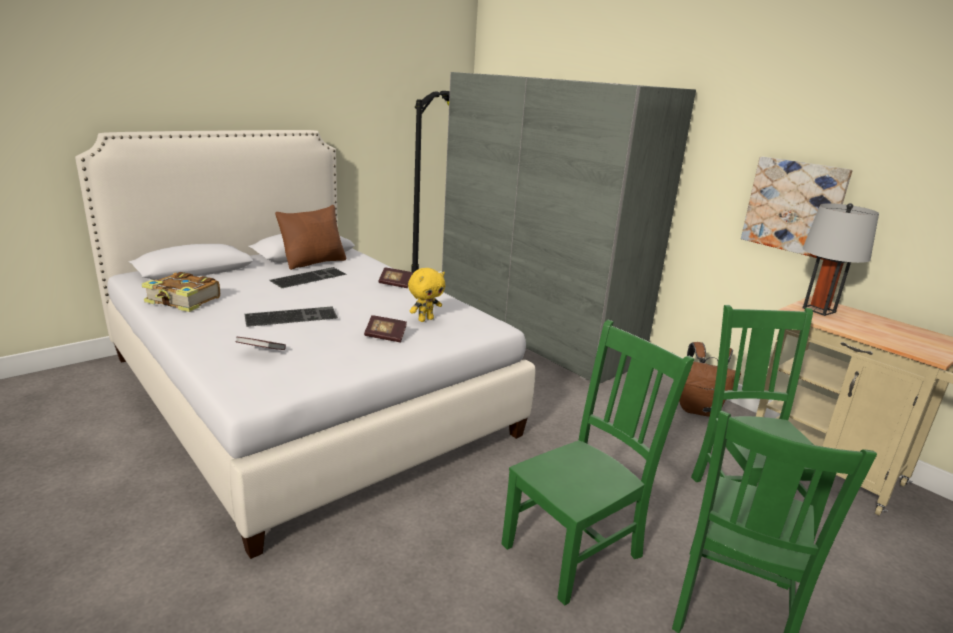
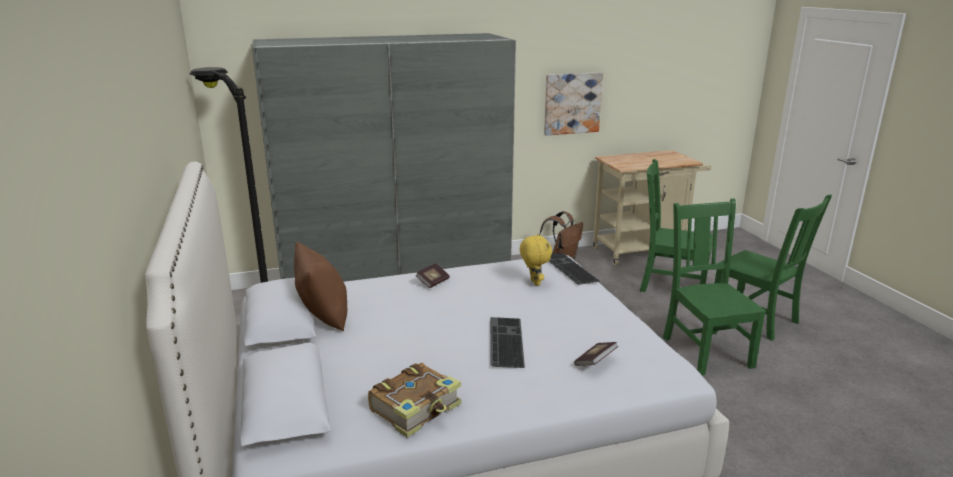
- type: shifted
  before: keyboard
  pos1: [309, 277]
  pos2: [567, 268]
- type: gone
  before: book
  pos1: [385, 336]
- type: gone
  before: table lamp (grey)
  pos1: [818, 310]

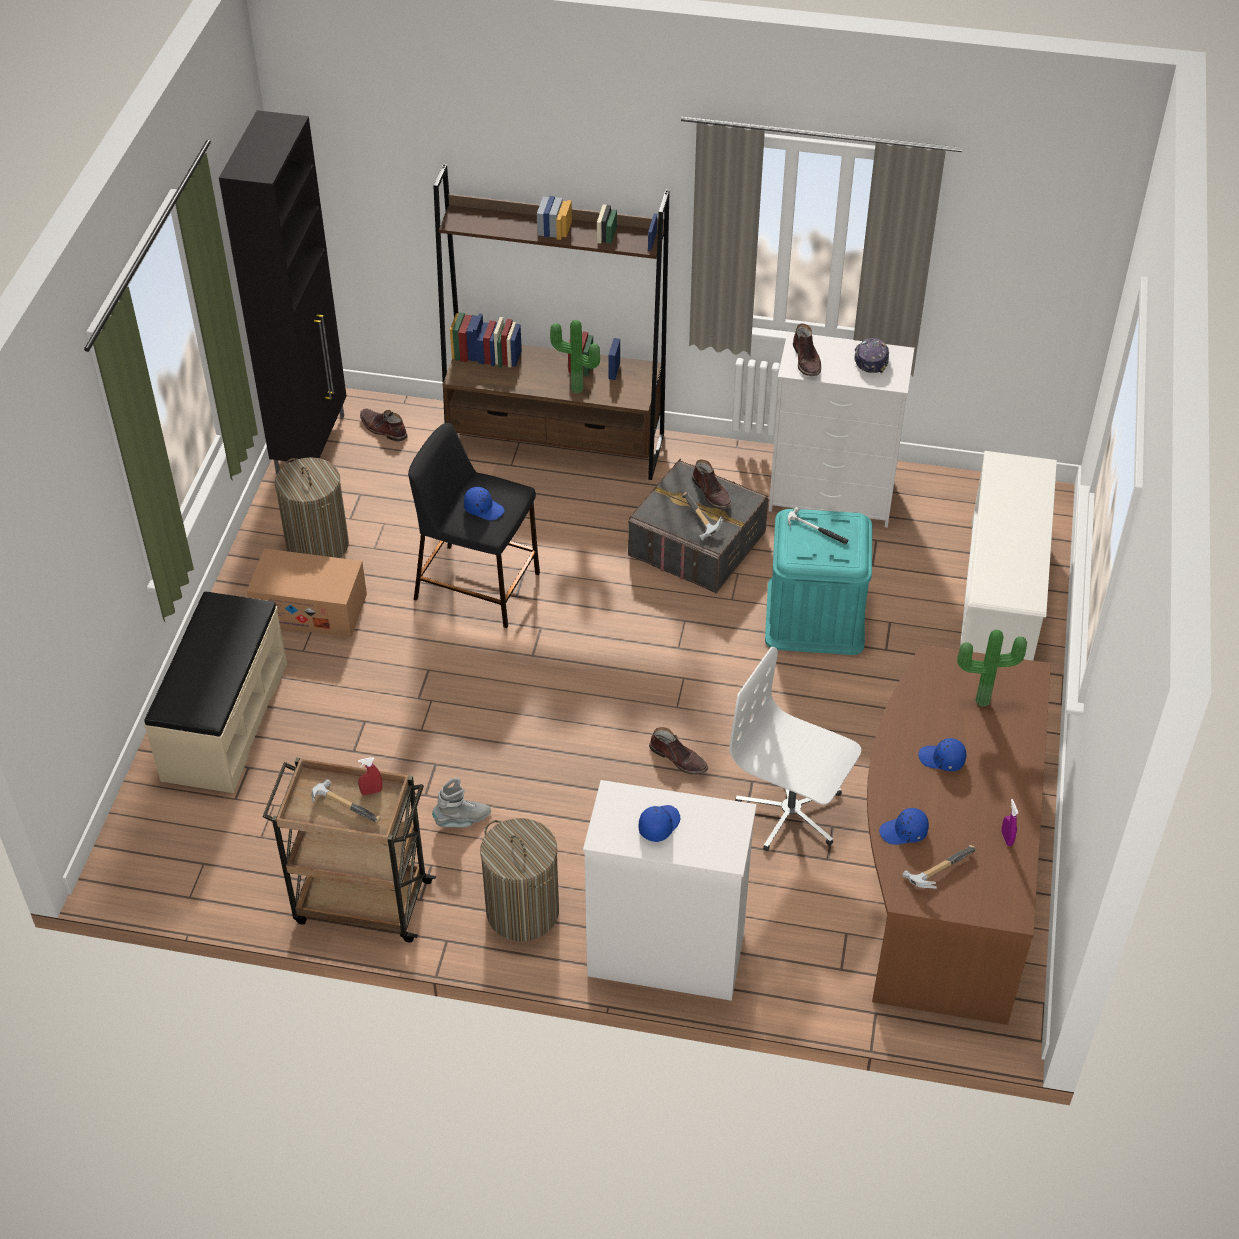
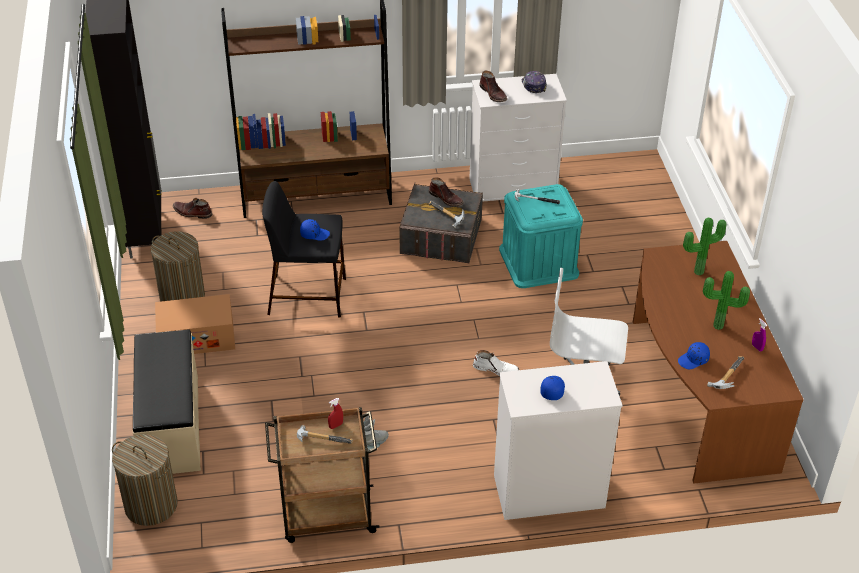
- type: shifted
  before: laundry basket
  pos1: [522, 911]
  pos2: [151, 505]
- type: repainted
  before: boot (brown)
  after: boot (white)
  pos1: [679, 758]
  pos2: [496, 369]
- type: shifted
  before: potted plant
  pos1: [576, 391]
  pos2: [718, 327]
- type: gone
  before: cap (blue)
  pos1: [942, 759]
- type: gone
  before: shoe rack (white)
  pos1: [999, 599]

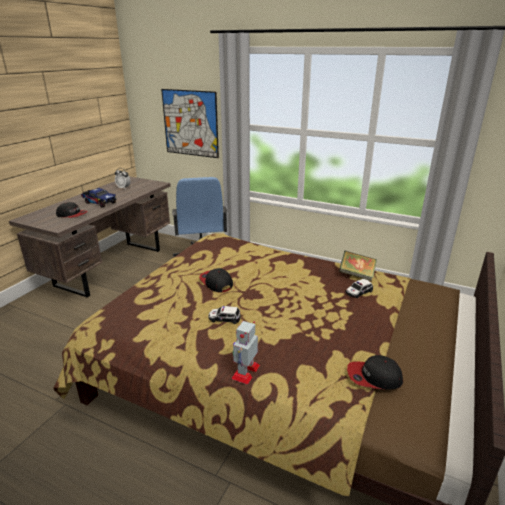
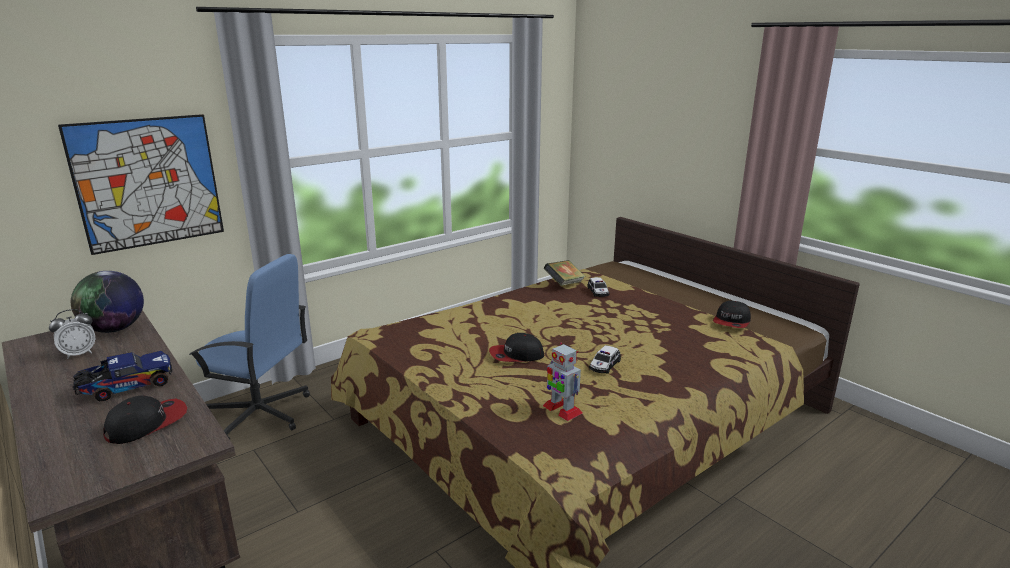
- type: new
  after: globe
  pos2: [115, 329]
- type: shifted
  before: toy robot
  pos1: [245, 371]
  pos2: [561, 409]

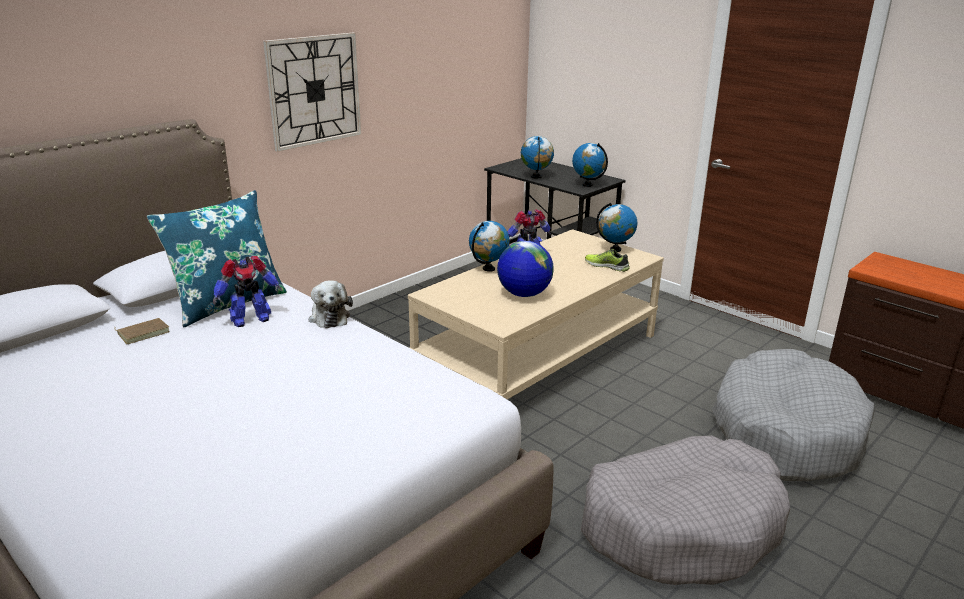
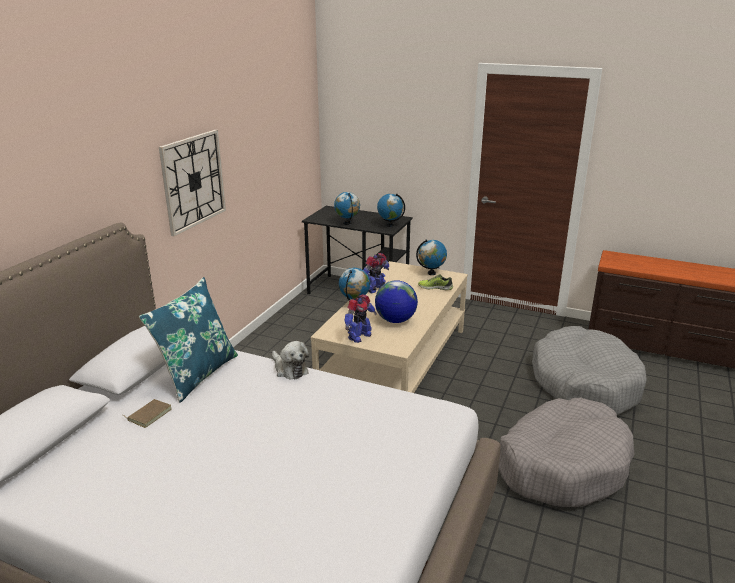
- type: shifted
  before: toy robot
  pos1: [250, 319]
  pos2: [359, 337]

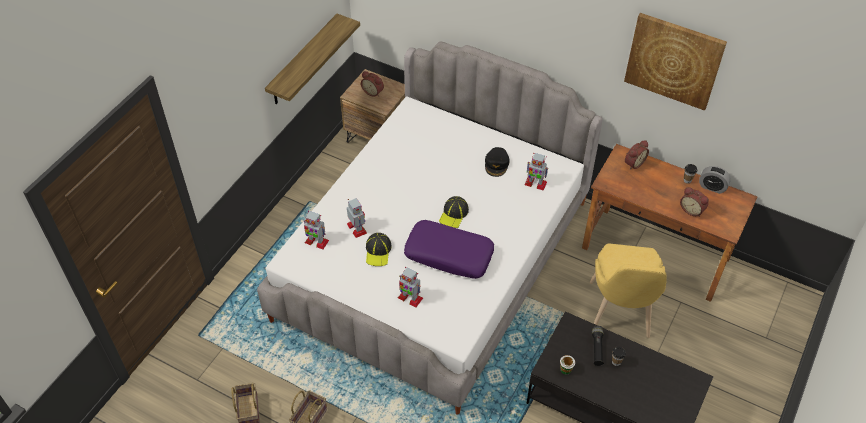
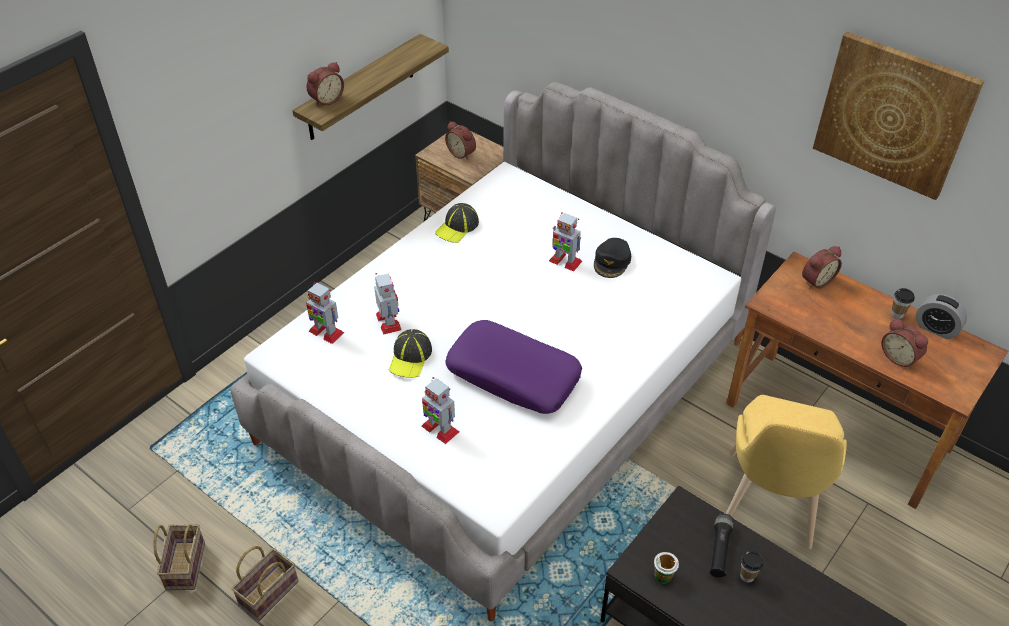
- type: new
  after: alarm clock
  pos2: [326, 99]
- type: shifted
  before: cap
  pos1: [454, 214]
  pos2: [457, 227]
- type: shifted
  before: toy robot
  pos1: [535, 183]
  pos2: [564, 261]

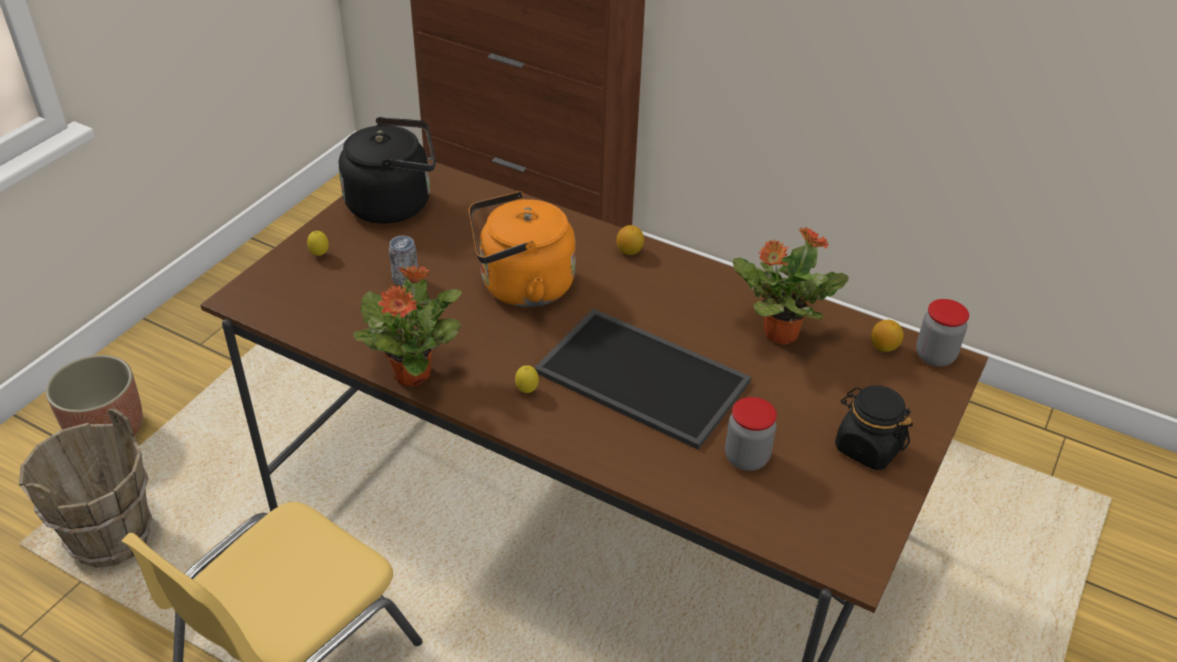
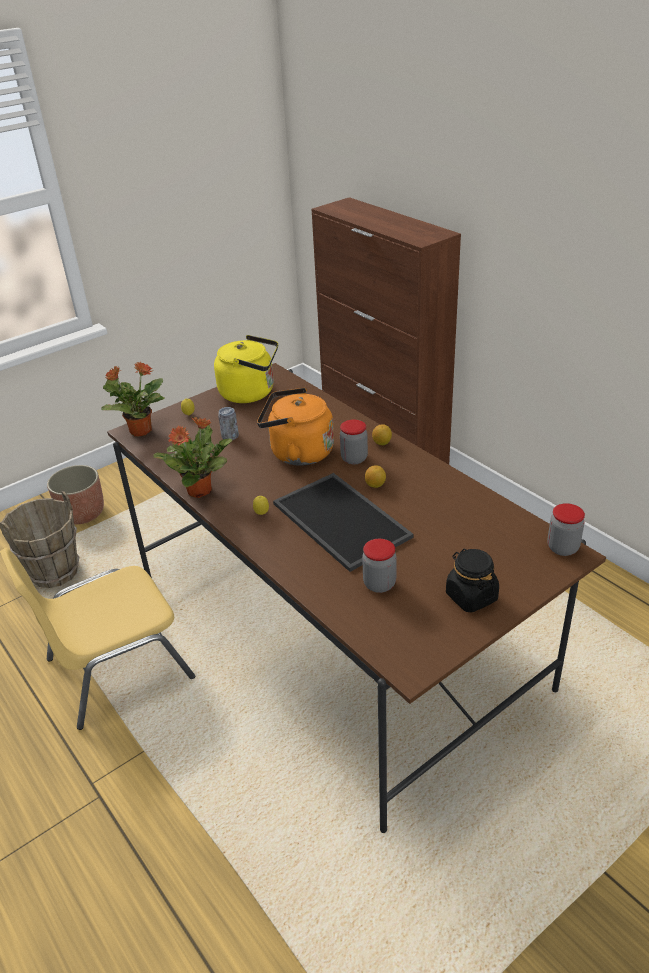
- type: shifted
  before: potted plant
  pos1: [779, 333]
  pos2: [140, 430]
- type: repainted
  before: kettle (black)
  after: kettle (yellow)
  pos1: [395, 204]
  pos2: [251, 393]
- type: new
  after: jar
  pos2: [354, 458]
- type: shifted
  before: lemon
  pos1: [884, 347]
  pos2: [375, 485]

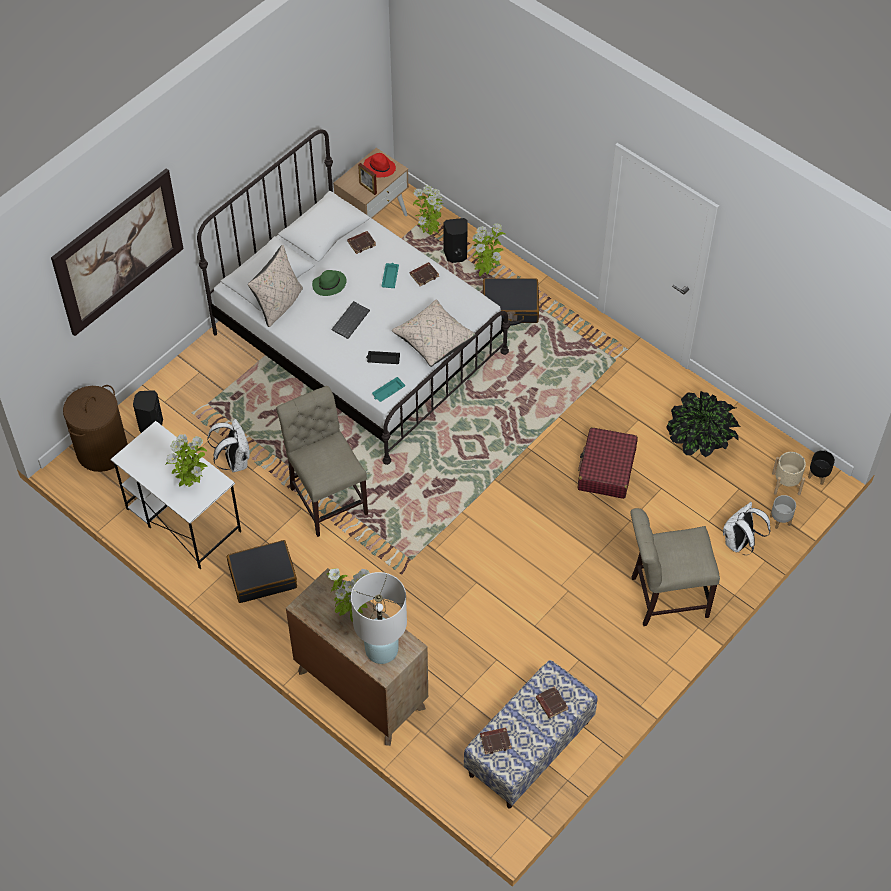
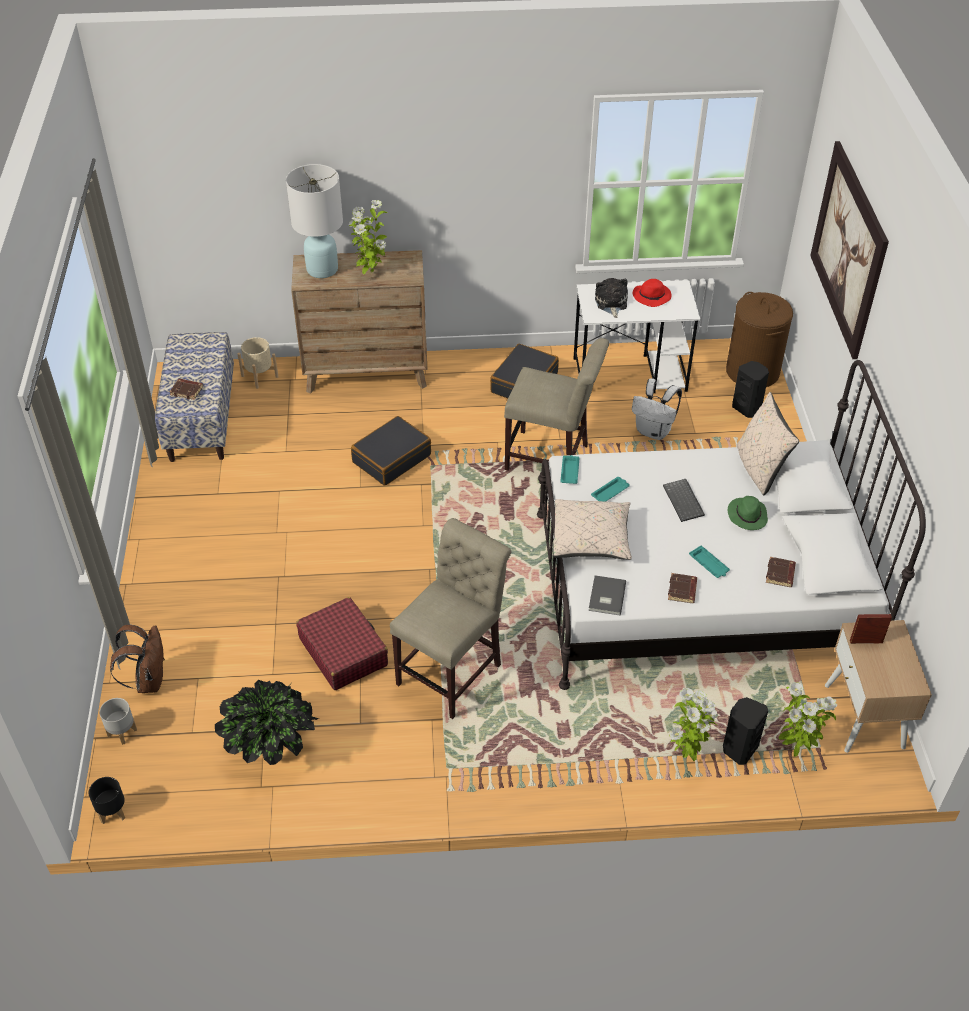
- type: repainted
  before: backpack (white)
  after: backpack (brown)
  pos1: [739, 543]
  pos2: [148, 680]
- type: shifted
  before: planter (beige)
  pos1: [786, 483]
  pos2: [260, 376]
- type: shifted
  before: suitcase (black)
  pos1: [510, 307]
  pos2: [391, 458]
- type: shifted
  before: chair (beige)
  pos1: [664, 597]
  pos2: [453, 671]
- type: new
  after: book (grey)
  pos2: [605, 597]
- type: repainted
  before: tray (black)
  after: tray (turquoise)
  pos1: [382, 359]
  pos2: [610, 492]
- type: swapped
  before: potted plant
  after: plush toy
  pos1: [192, 483]
  pos2: [611, 303]
- type: shifted
  before: hat (red)
  pos1: [379, 167]
  pos2: [652, 296]
- type: gone
  before: book (brown)
  pos1: [495, 741]

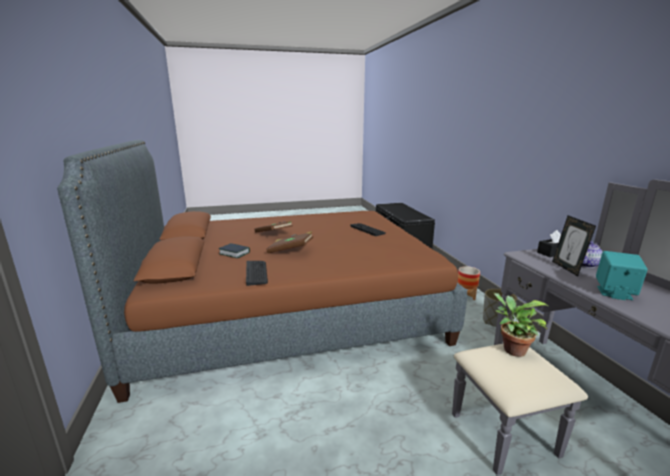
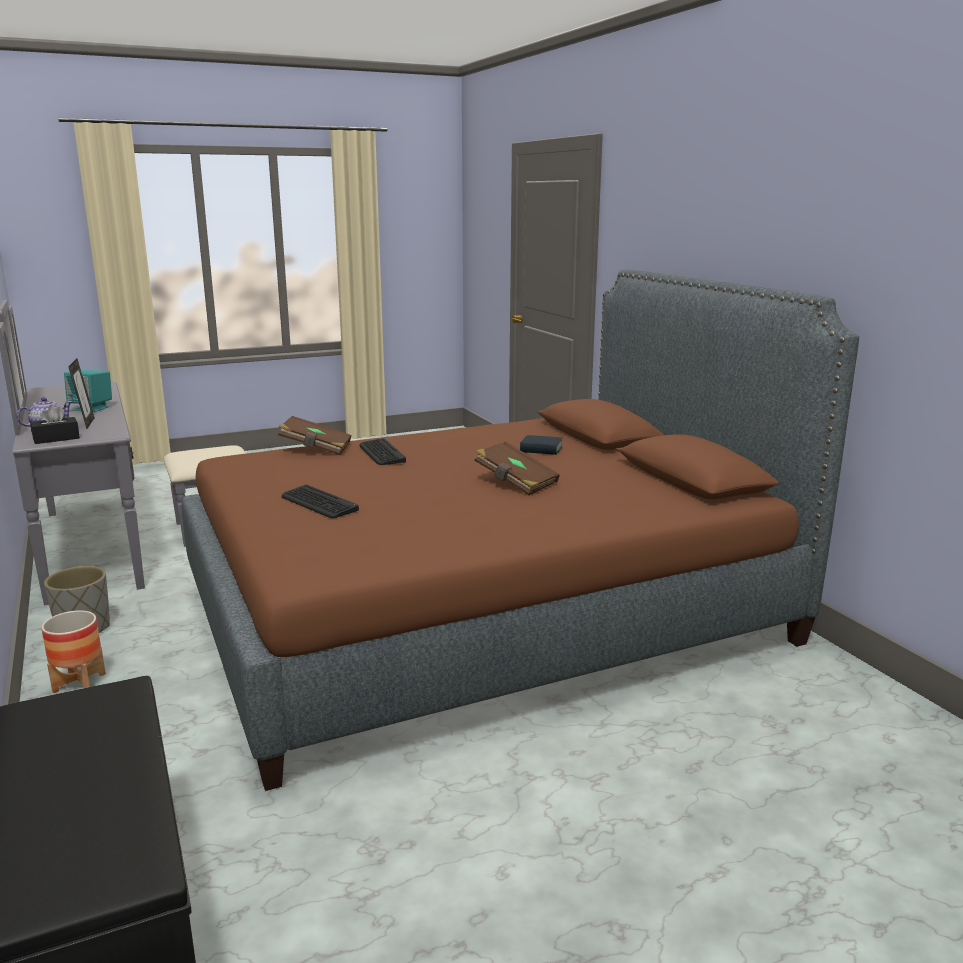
- type: shifted
  before: book (brown)
  pos1: [290, 251]
  pos2: [316, 449]
- type: shifted
  before: keyboard
  pos1: [256, 273]
  pos2: [381, 453]
- type: gone
  before: potted plant
  pos1: [511, 349]

